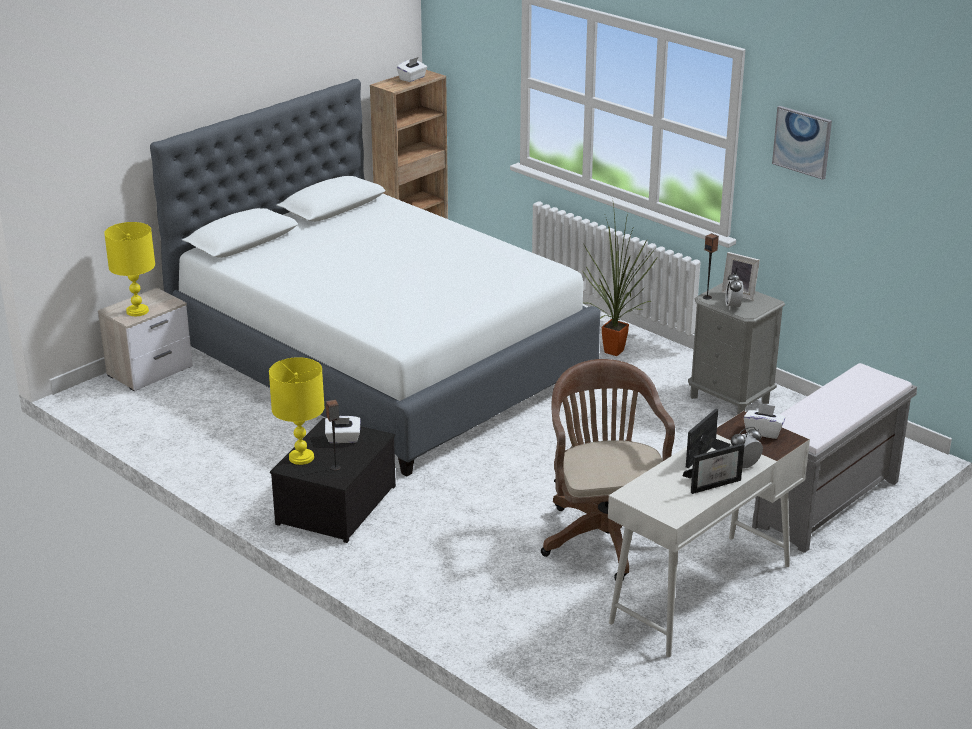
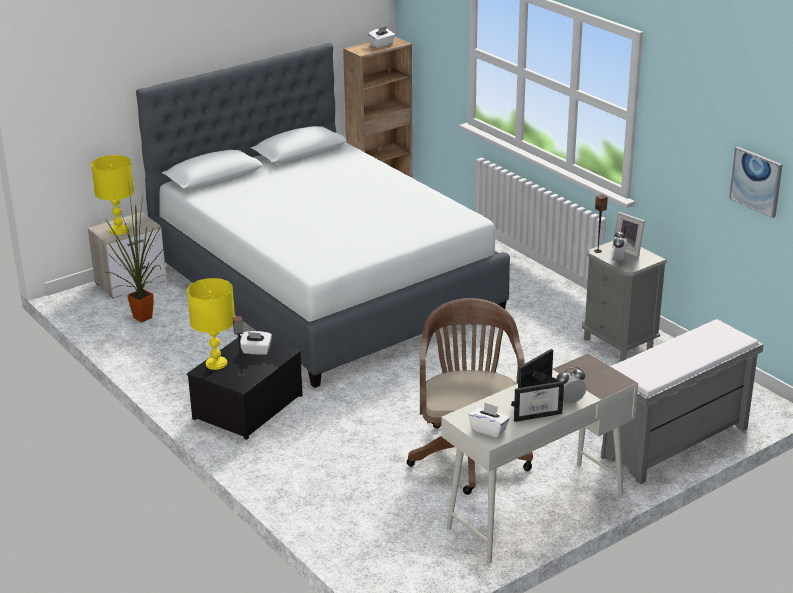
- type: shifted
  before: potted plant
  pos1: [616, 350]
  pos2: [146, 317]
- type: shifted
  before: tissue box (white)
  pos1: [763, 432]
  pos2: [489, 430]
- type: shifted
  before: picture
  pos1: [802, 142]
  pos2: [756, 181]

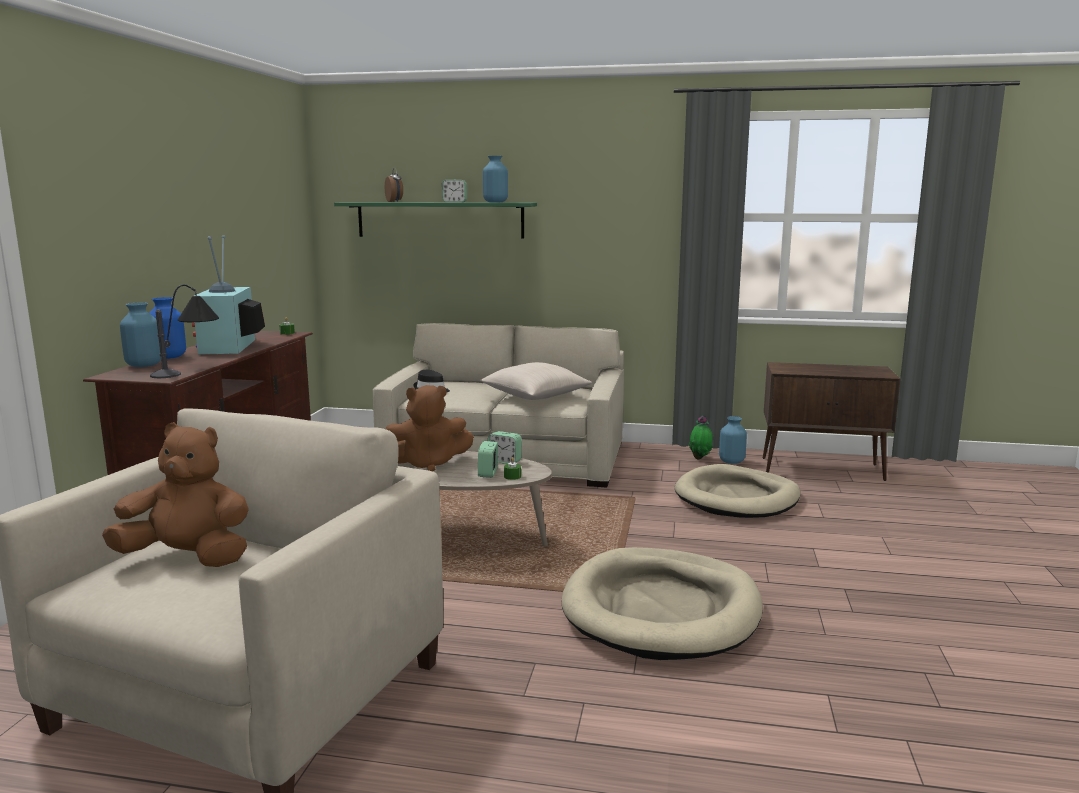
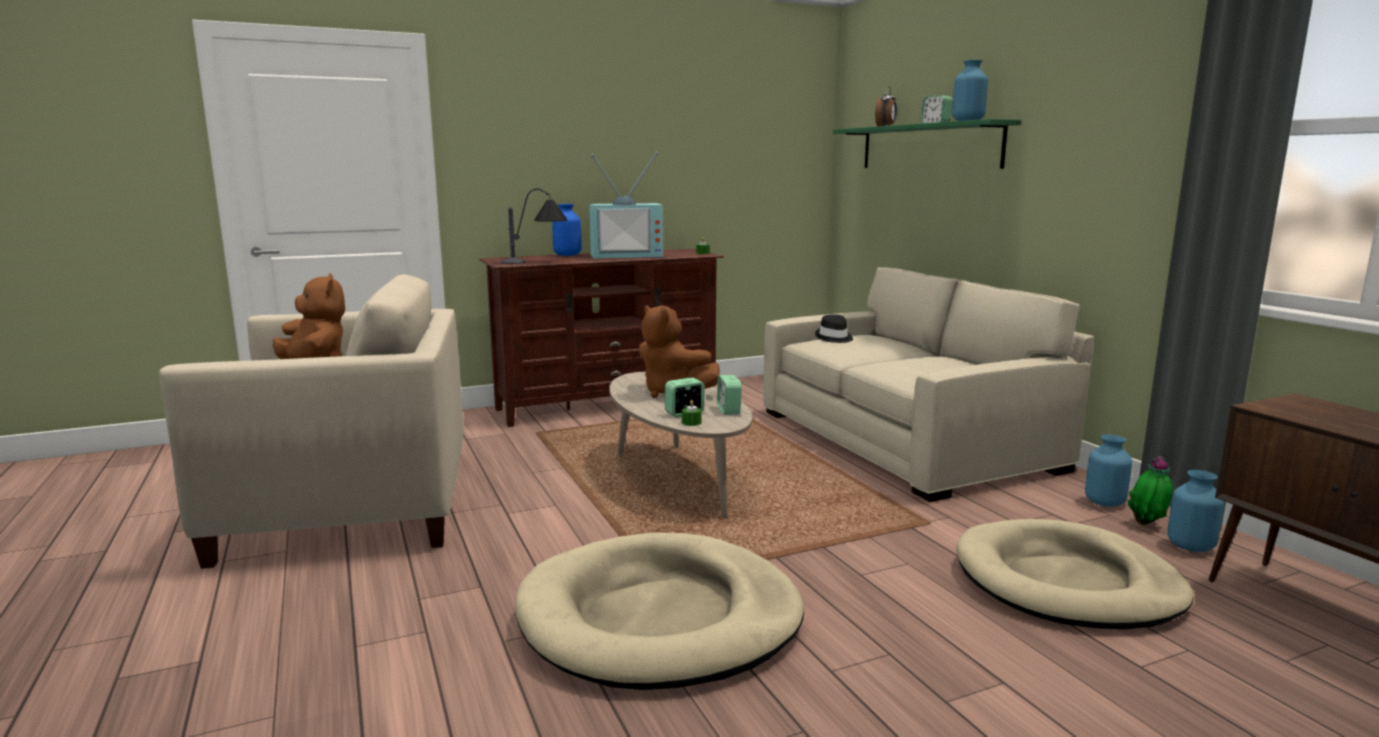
- type: rotated
  before: television
  pos1: [232, 347]
  pos2: [627, 255]
  turn: -150
- type: shifted
  before: vase (blue)
  pos1: [144, 365]
  pos2: [1105, 502]
- type: gone
  before: pillow (beige)
  pos1: [535, 396]

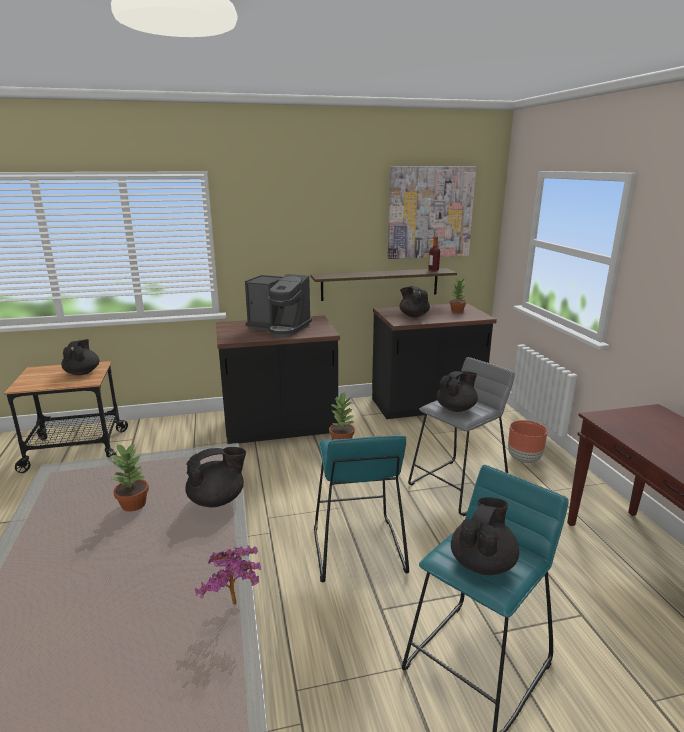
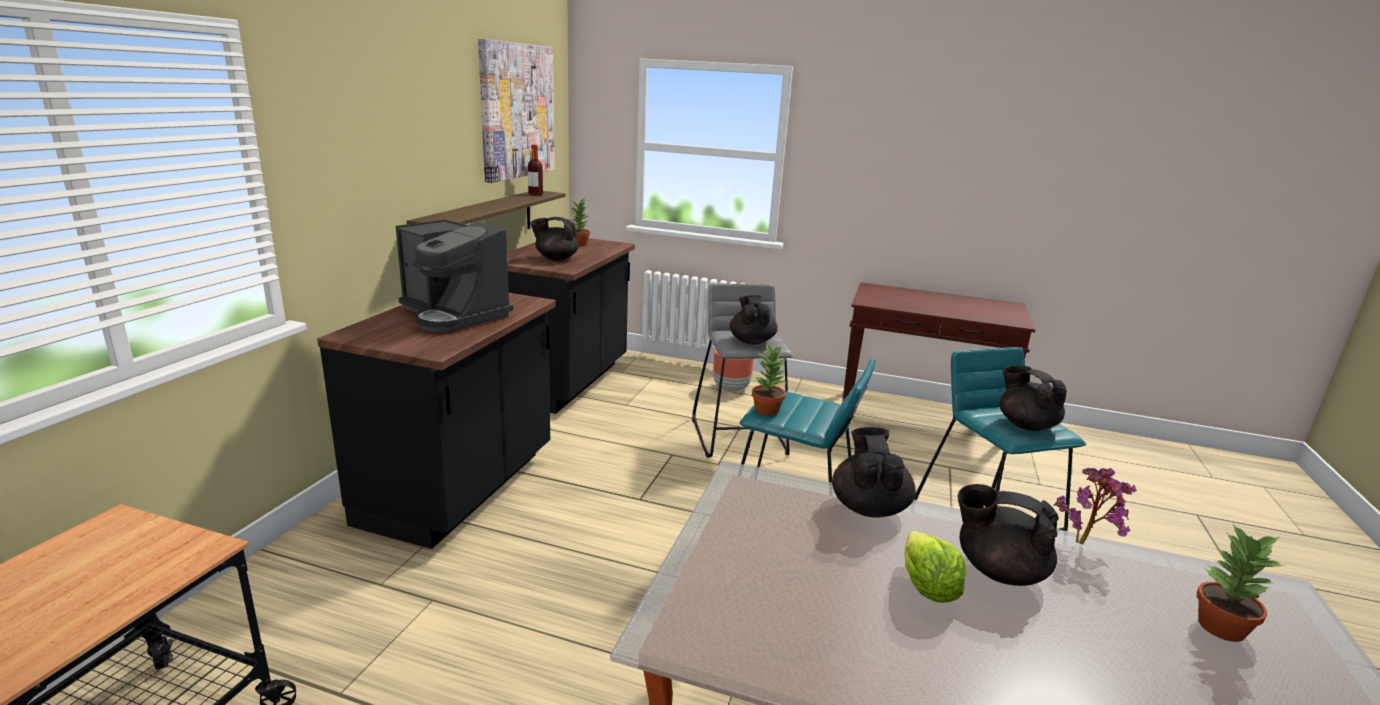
- type: rotated
  before: coffee machine
  pos1: [279, 328]
  pos2: [454, 314]
  turn: 75
- type: new
  after: lettuce
  pos2: [926, 588]
- type: shifted
  before: teapot (black)
  pos1: [82, 372]
  pos2: [998, 570]
- type: shifted
  before: potted plant
  pos1: [134, 504]
  pos2: [1219, 627]

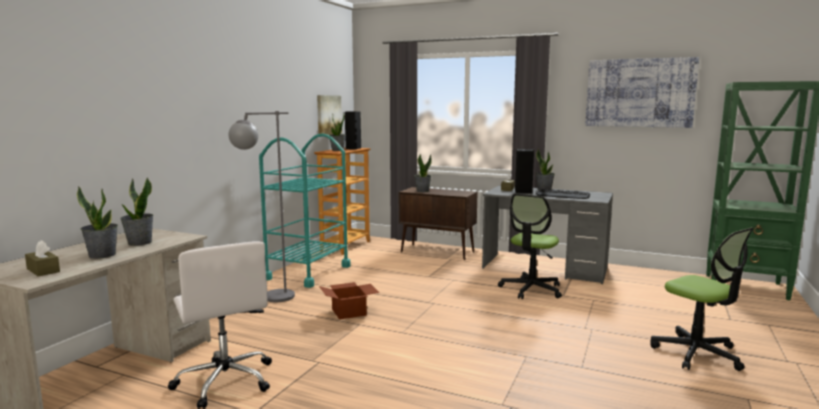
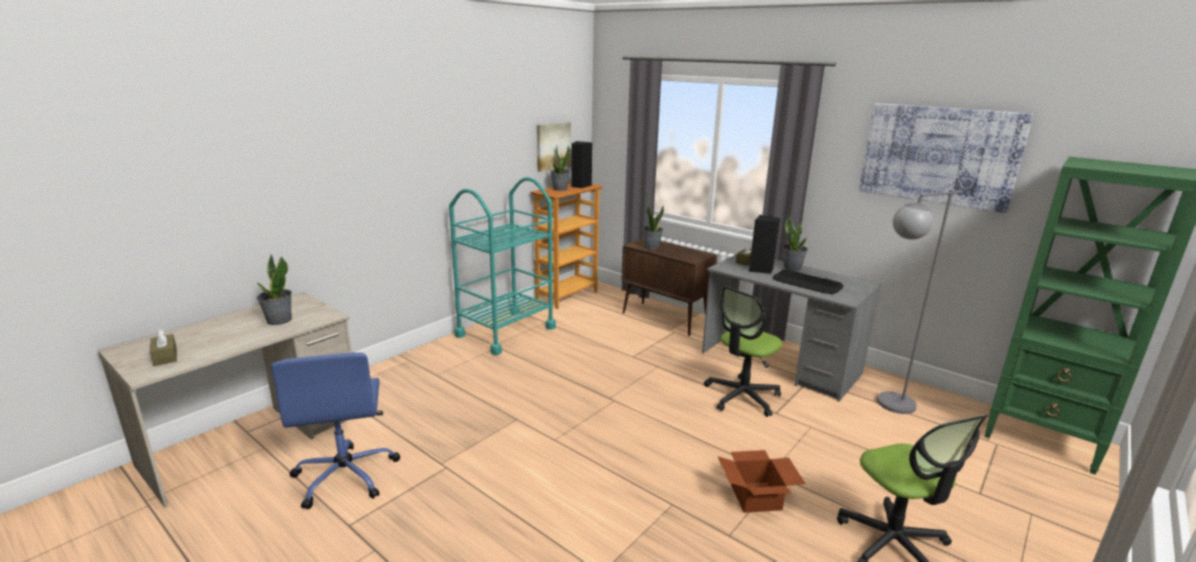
- type: repainted
  before: office chair (white)
  after: office chair (blue)
  pos1: [225, 381]
  pos2: [346, 475]
- type: shifted
  before: cardboard box
  pos1: [350, 312]
  pos2: [757, 498]
- type: shifted
  before: floor lamp (grey)
  pos1: [268, 299]
  pos2: [886, 406]
- type: gone
  before: potted plant
  pos1: [102, 255]

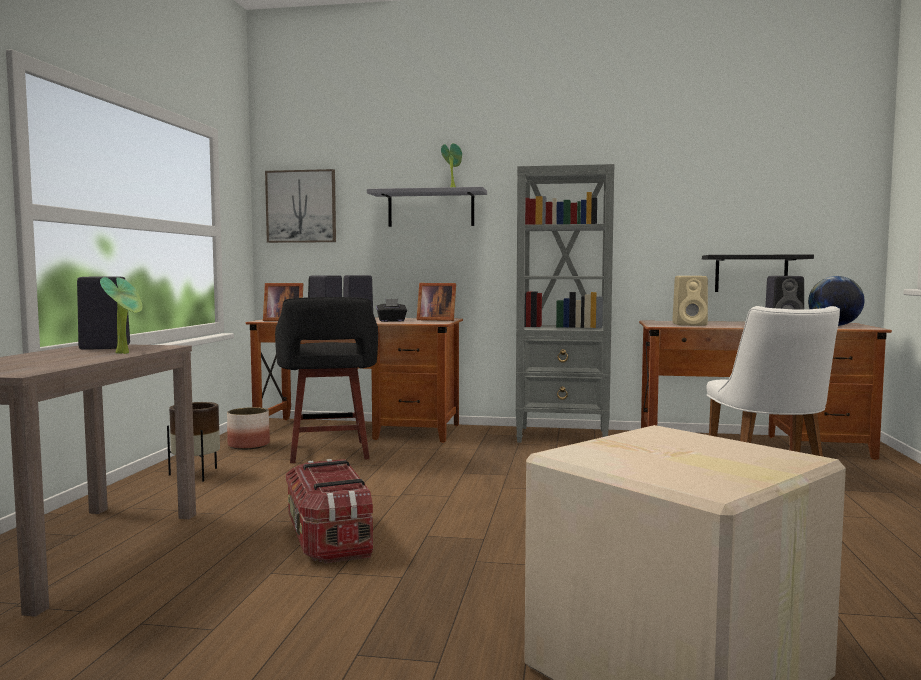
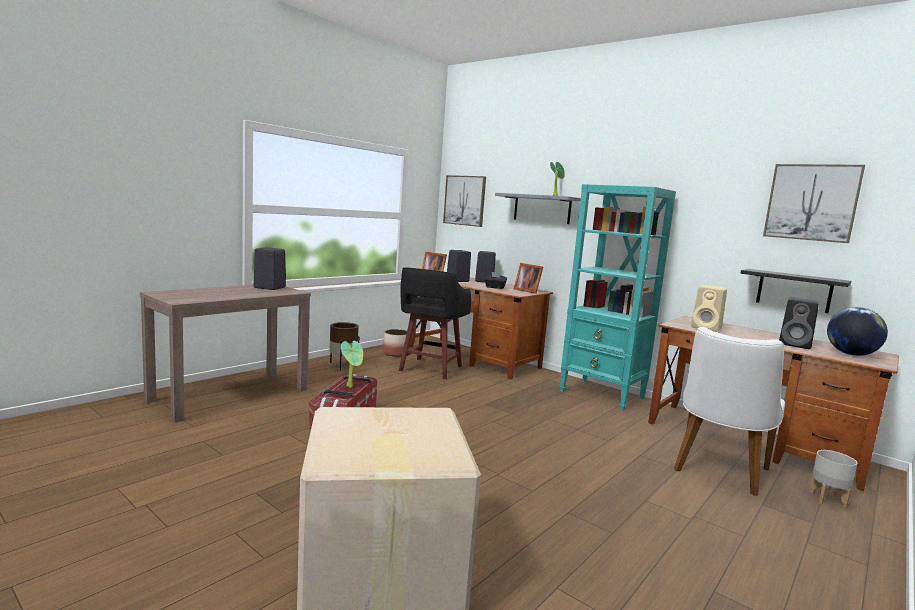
- type: shifted
  before: potted plant
  pos1: [125, 353]
  pos2: [351, 386]
- type: repainted
  before: bookcase (grey)
  after: bookcase (turquoise)
  pos1: [563, 436]
  pos2: [602, 395]
- type: new
  after: picture
  pos2: [811, 202]
- type: new
  after: planter (grey)
  pos2: [828, 499]

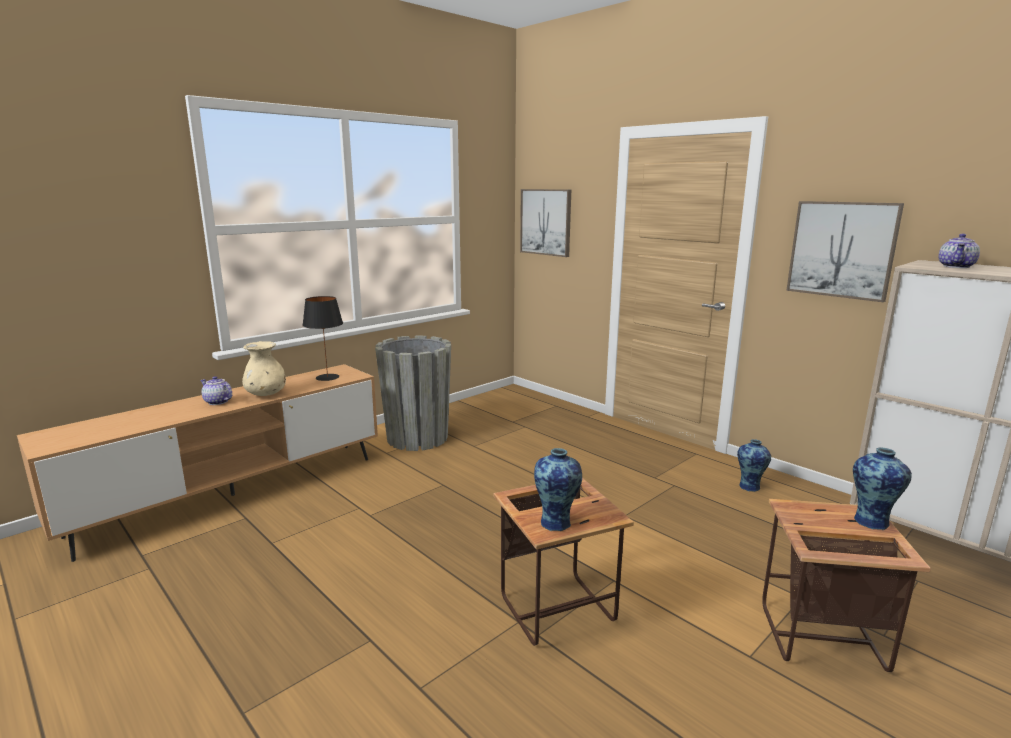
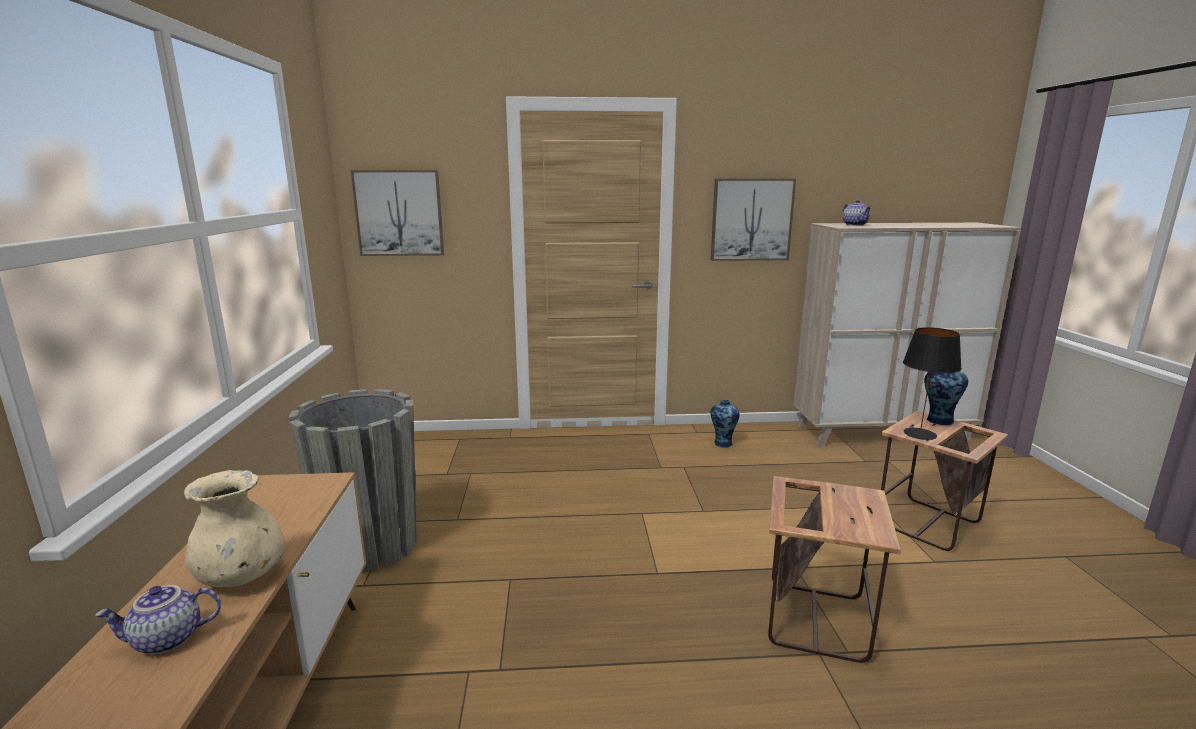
- type: shifted
  before: table lamp (black)
  pos1: [327, 377]
  pos2: [919, 434]
- type: gone
  before: vase
  pos1: [556, 522]

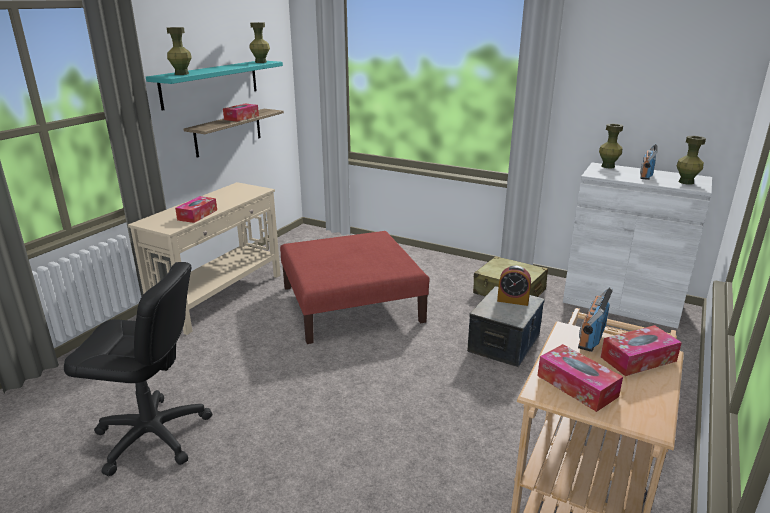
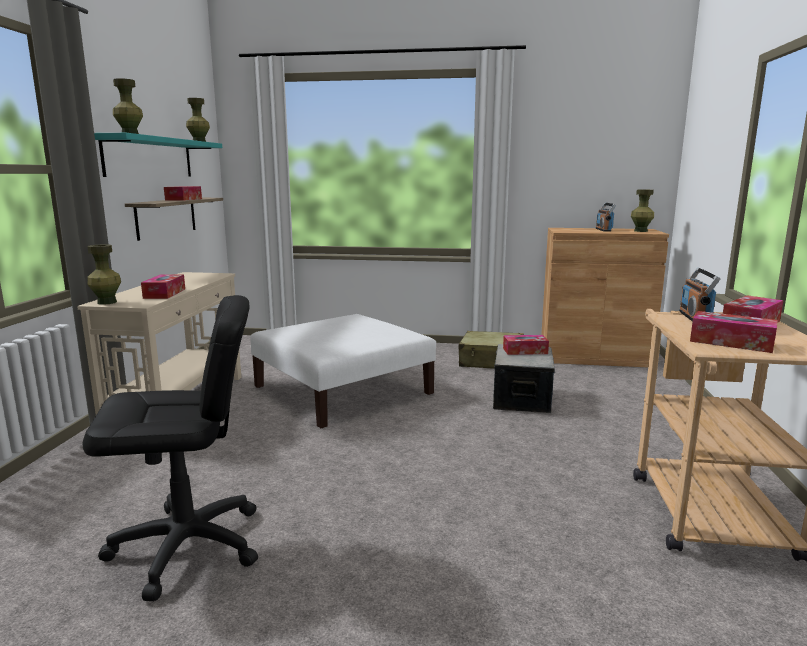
- type: shifted
  before: vase (green)
  pos1: [608, 166]
  pos2: [107, 302]
- type: repainted
  before: ottoman (red)
  after: ottoman (white)
  pos1: [352, 304]
  pos2: [343, 390]
- type: swapped
  before: alarm clock
  after: tissue box
  pos1: [513, 300]
  pos2: [525, 351]
- type: repainted
  before: cabinet (white)
  after: cabinet (brown)
  pos1: [621, 303]
  pos2: [594, 357]

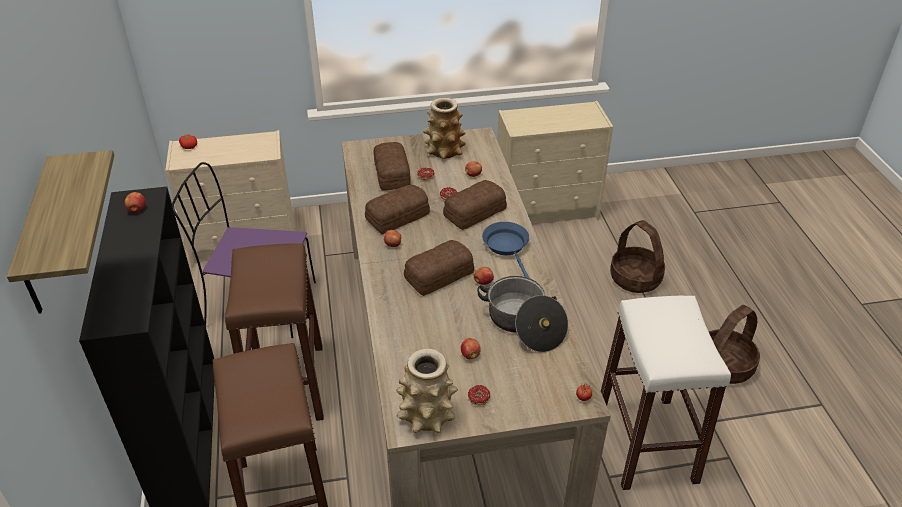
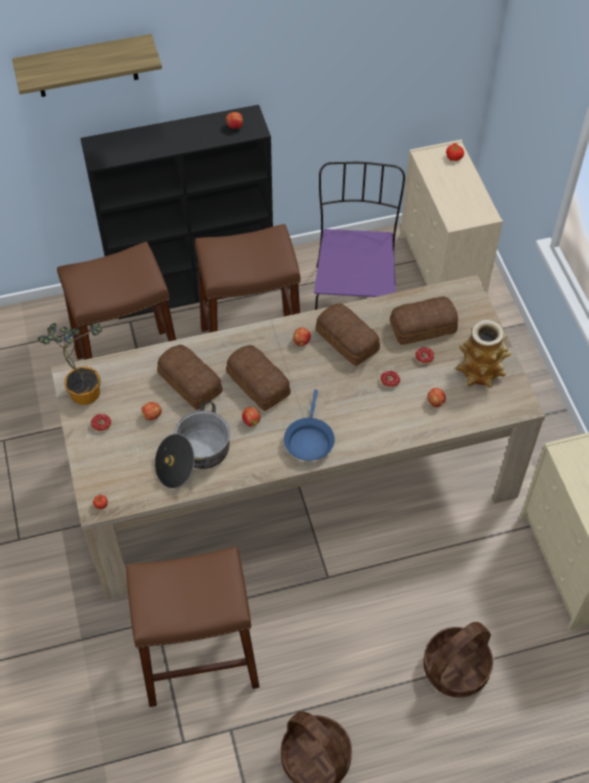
- type: swapped
  before: vase
  after: potted plant
  pos1: [427, 415]
  pos2: [83, 389]
- type: repainted
  before: stool (white)
  after: stool (brown)
  pos1: [646, 442]
  pos2: [199, 659]
- type: shifted
  before: bread
  pos1: [473, 212]
  pos2: [190, 381]
- type: rotated
  before: frying pan (blue)
  pos1: [507, 247]
  pos2: [309, 440]
  turn: 120

